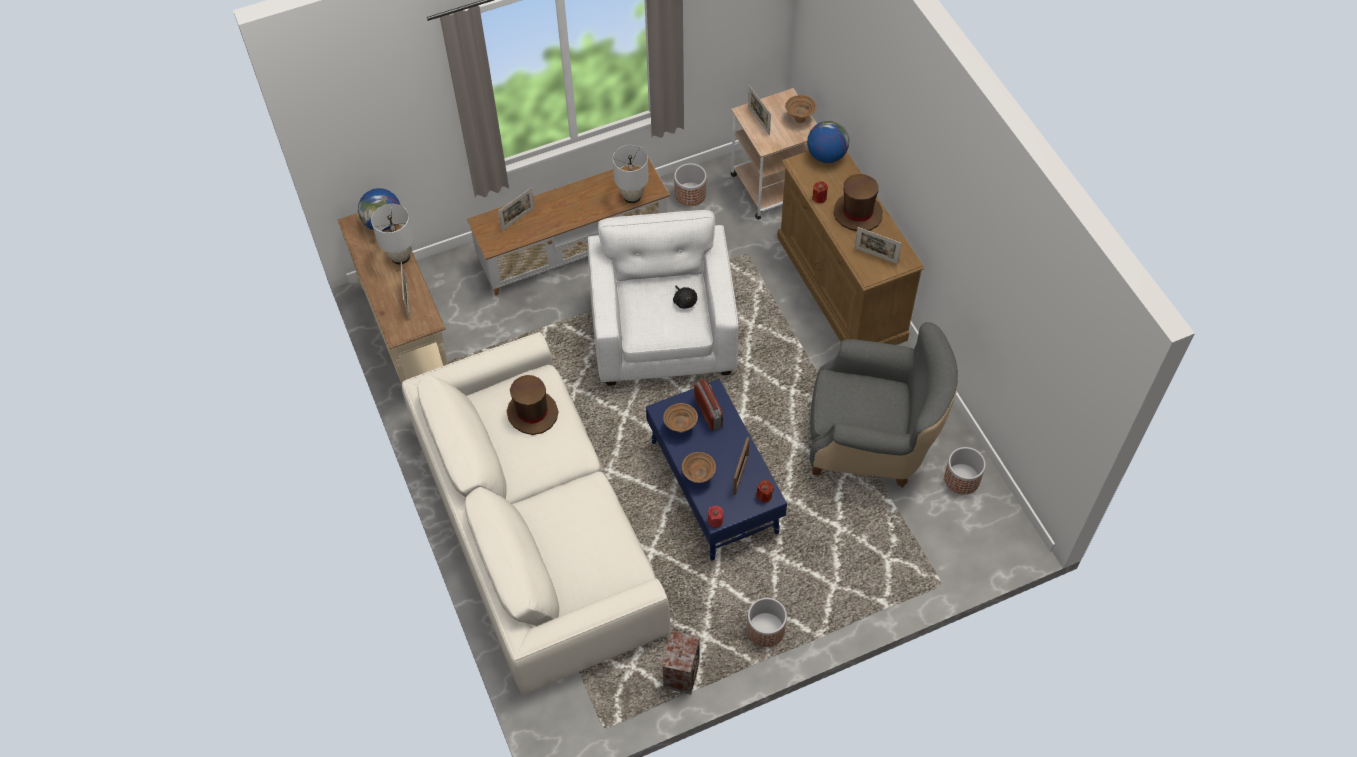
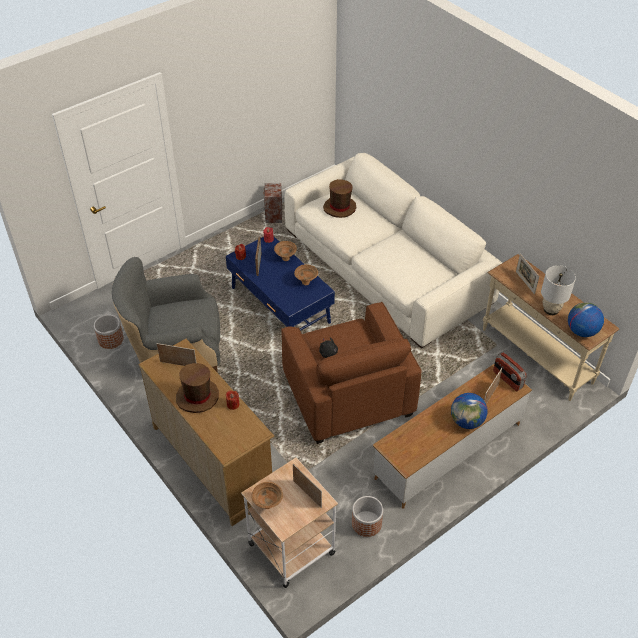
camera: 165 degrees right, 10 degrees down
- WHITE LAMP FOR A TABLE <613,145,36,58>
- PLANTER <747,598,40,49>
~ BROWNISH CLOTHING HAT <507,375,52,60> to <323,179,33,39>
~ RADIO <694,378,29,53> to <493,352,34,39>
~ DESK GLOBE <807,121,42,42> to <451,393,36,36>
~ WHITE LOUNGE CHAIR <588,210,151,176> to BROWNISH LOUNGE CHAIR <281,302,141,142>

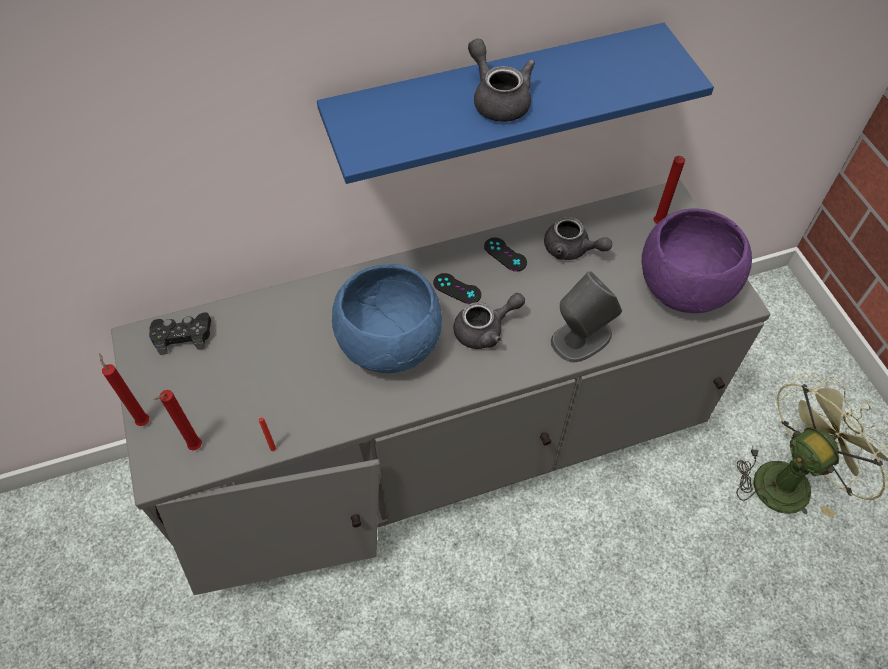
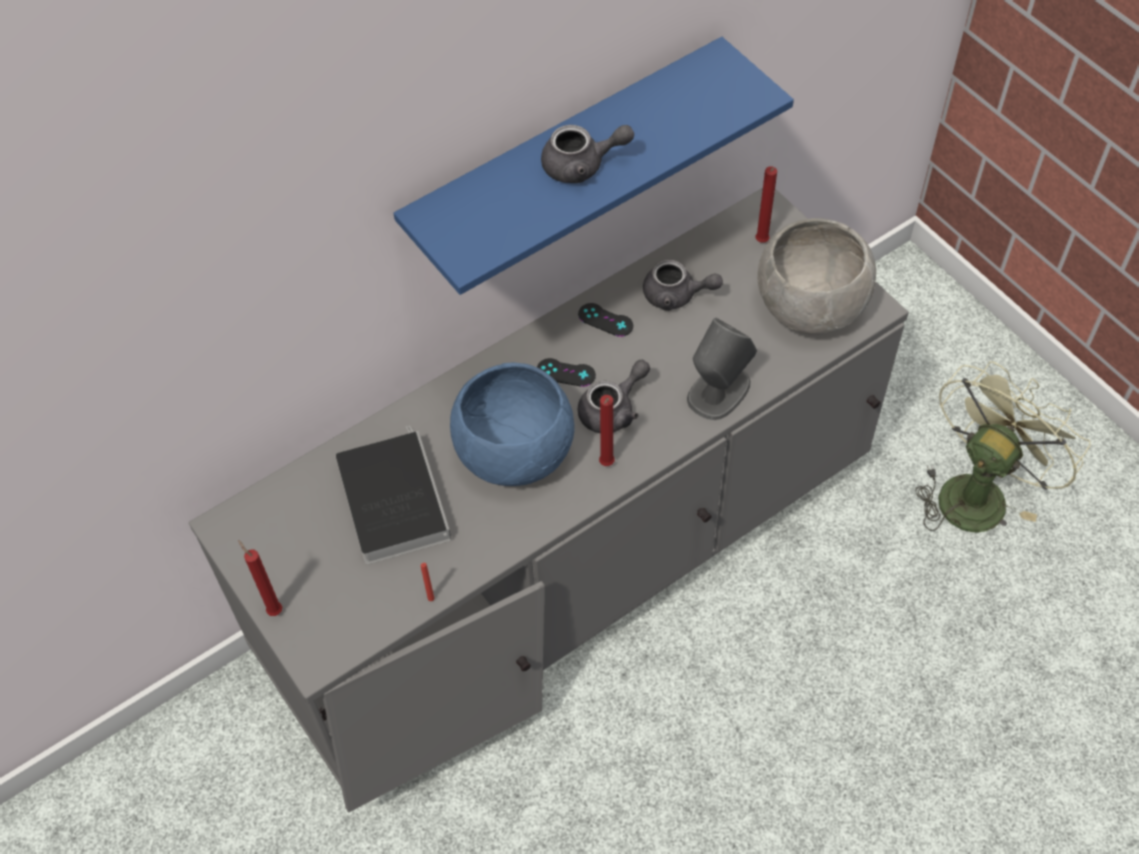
camera: 15 degrees left, 0 degrees up
- BLACKISH JOYPAD <149,312,62,43>
+ BOUND BOOK <336,426,115,139>
~ RED WAX CANDLE <154,390,48,60> to <599,395,16,71>
~ PURPLE SERVING BOWL <642,209,110,104> to GREY SERVING BOWL <758,218,118,117>
~ GREY TEA POT <468,39,67,83> = <541,125,93,58> 135 degrees clockwise

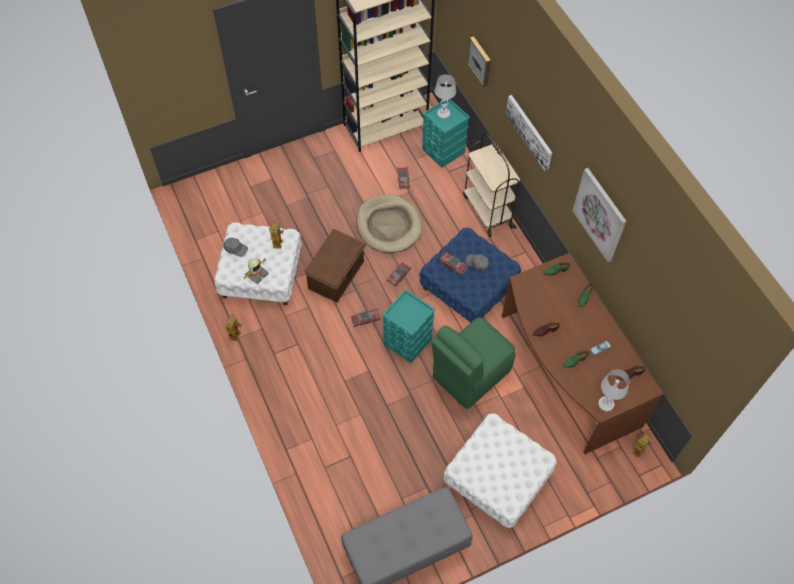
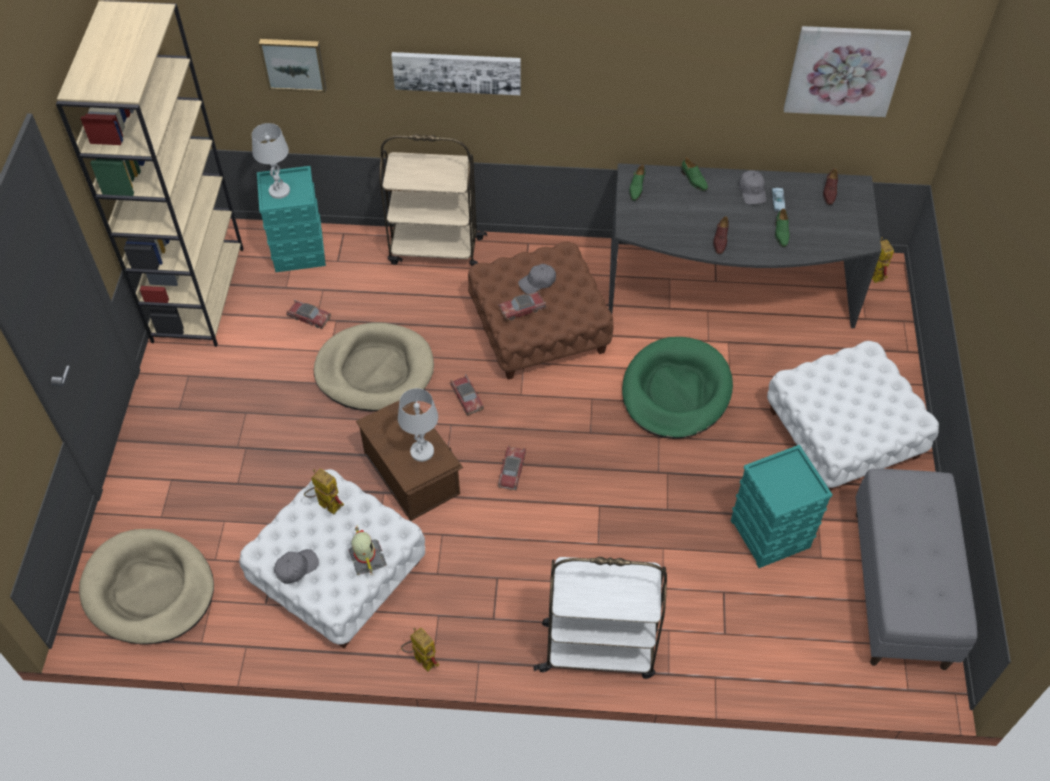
camera: 60 degrees left, 5 degrees down
+ BEIGE-COLOURED DOG CUSHION <79,529,135,115>
+ WHITE WHEELED CART <534,557,133,122>
+ GREY BASEBALL CAP <739,170,27,35>
~ TURQUOISE-COLOURED STORAGE BOX <383,289,52,74> to <731,445,102,123>
~ PICTURE <572,168,54,94> to <784,26,127,91>
~ WHITE LAMP FOR A TABLE <598,369,32,42> to <398,388,40,74>
~ GREENISH UPRIGHT CHAIR <431,317,85,92> to GREENISH DOG CUSHION <622,337,111,102>
~ BLUE-COLOURED FOOTREST <420,228,101,95> to BROWNISH FOOTREST <468,242,146,137>
~ BROWNISH DESK UNIT <502,253,161,201> to GREY DESK UNIT <609,163,273,165>

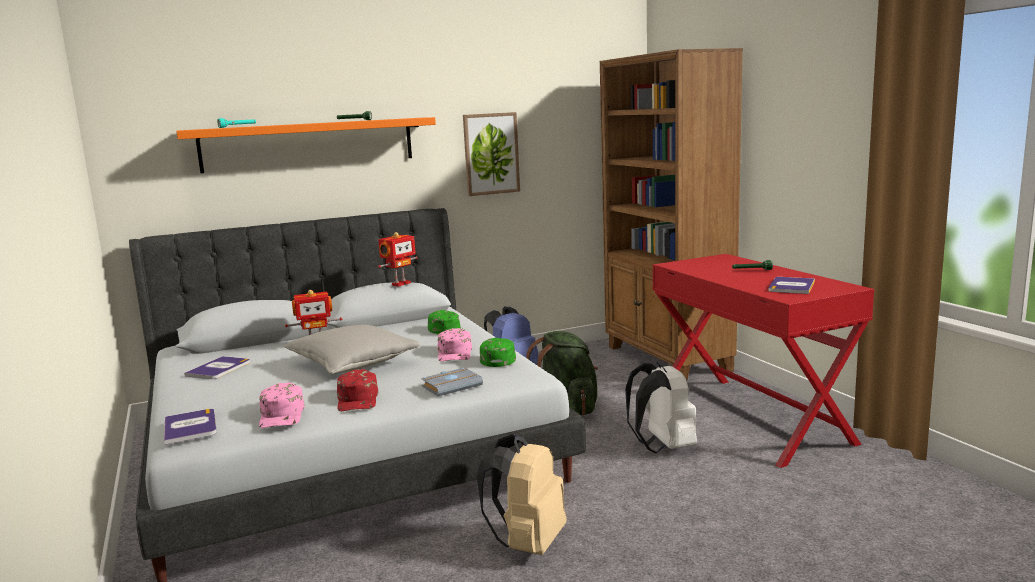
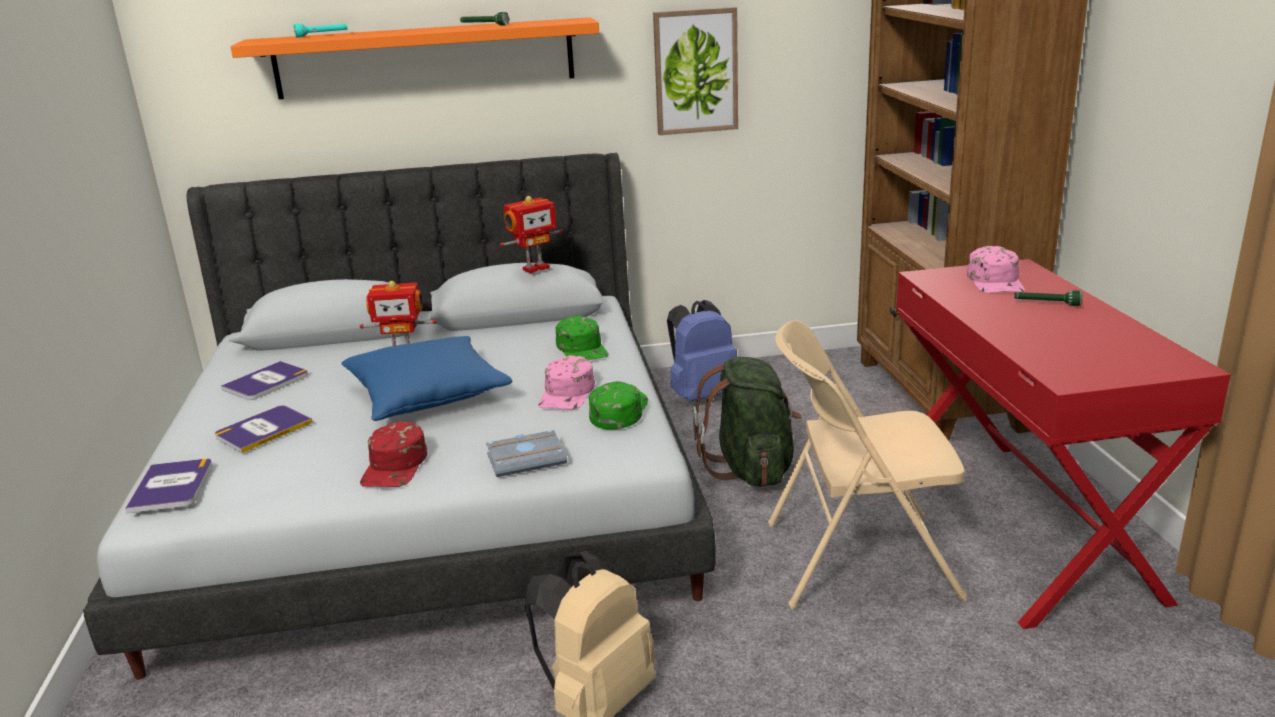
camera: 15 degrees right, 10 degrees up
~ PINKISH BASEBALL CAP <259,382,46,46> to <967,246,58,47>
~ BOUND BOOK <768,277,47,17> to <215,405,98,48>
~ WHITE KNAPSACK <625,362,72,91> to BEIGE-COLOURED UPRIGHT CHAIR <768,320,199,290>
~ GREY THROW PILLOW <284,325,136,49> to BLUE-COLOURED THROW PILLOW <341,336,172,85>

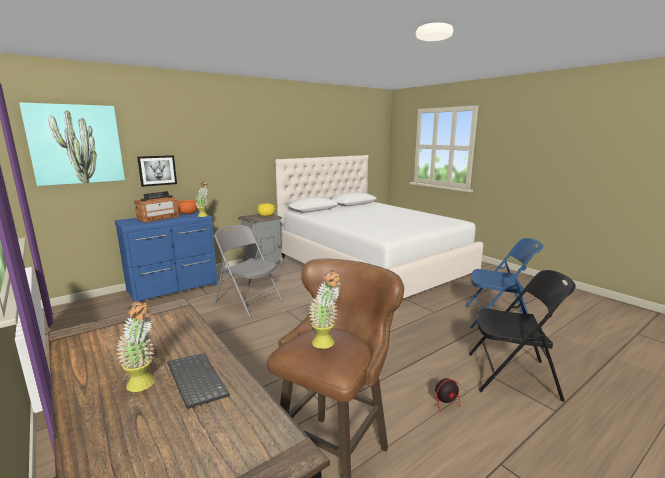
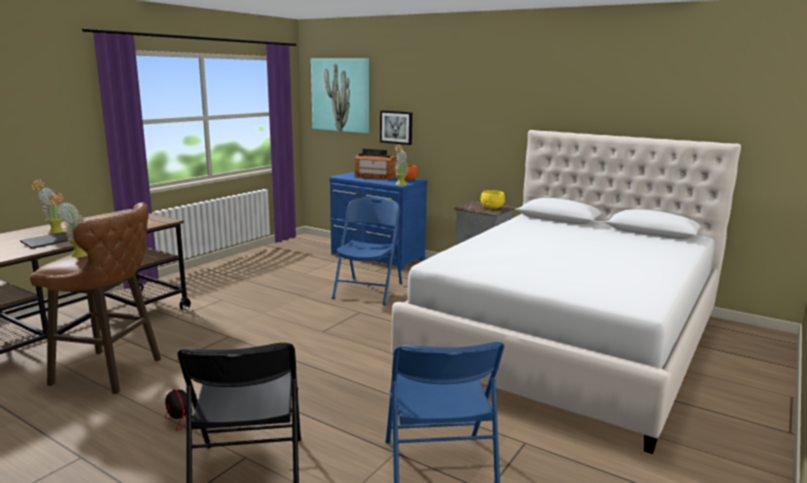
camera: 70 degrees right, 0 degrees up
~ GREY UPRIGHT CHAIR <214,225,69,93> to BLUE-COLOURED UPRIGHT CHAIR <332,197,70,108>

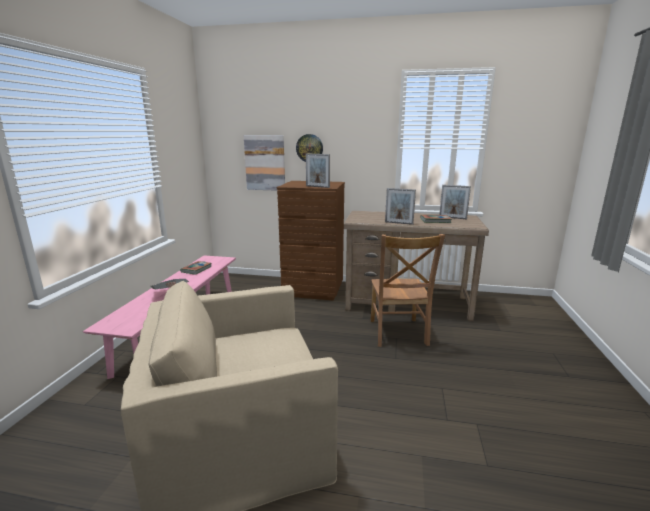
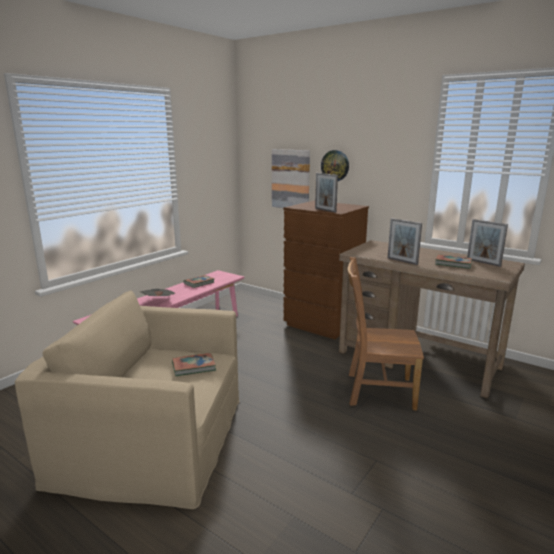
camera: 25 degrees right, 0 degrees up
+ BOUND BOOK <172,353,44,23>
~ BROWNISH UPRIGHT CHAIR <371,234,74,113> = <347,257,77,153> 75 degrees clockwise

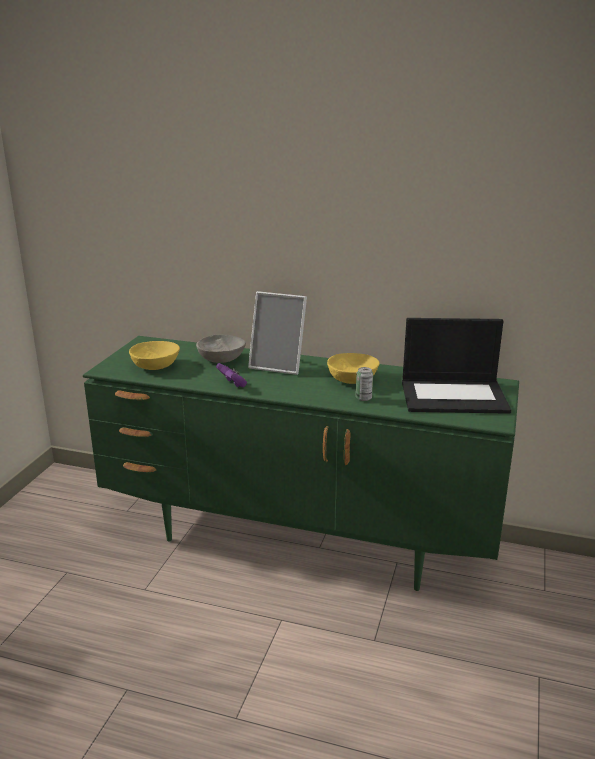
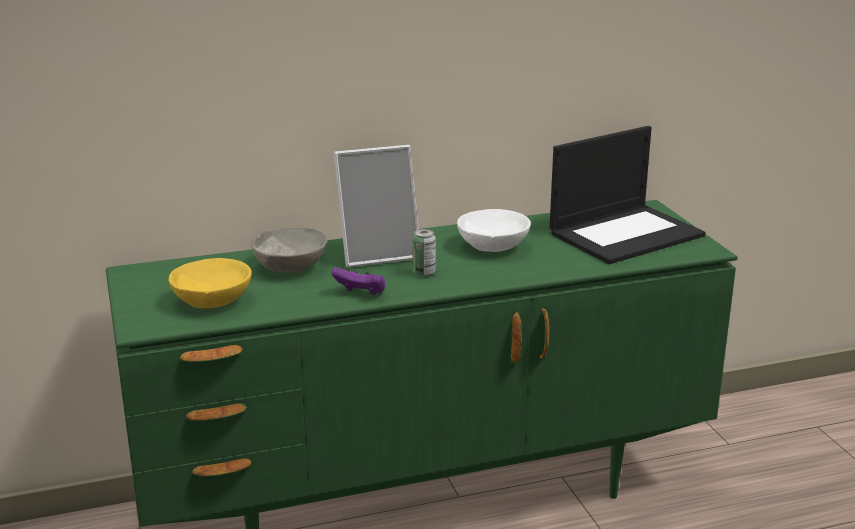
camera: 35 degrees left, 0 degrees up
~ SEALED CAN <356,367,17,34> to <412,229,24,47>
~ YELLOW SERVING BOWL <327,353,53,31> to WHITE SERVING BOWL <457,209,74,43>

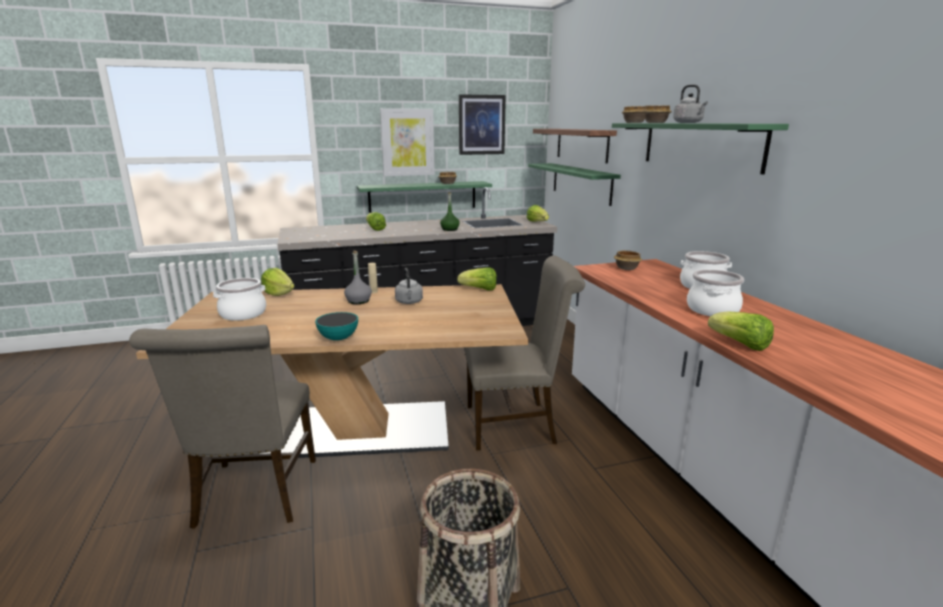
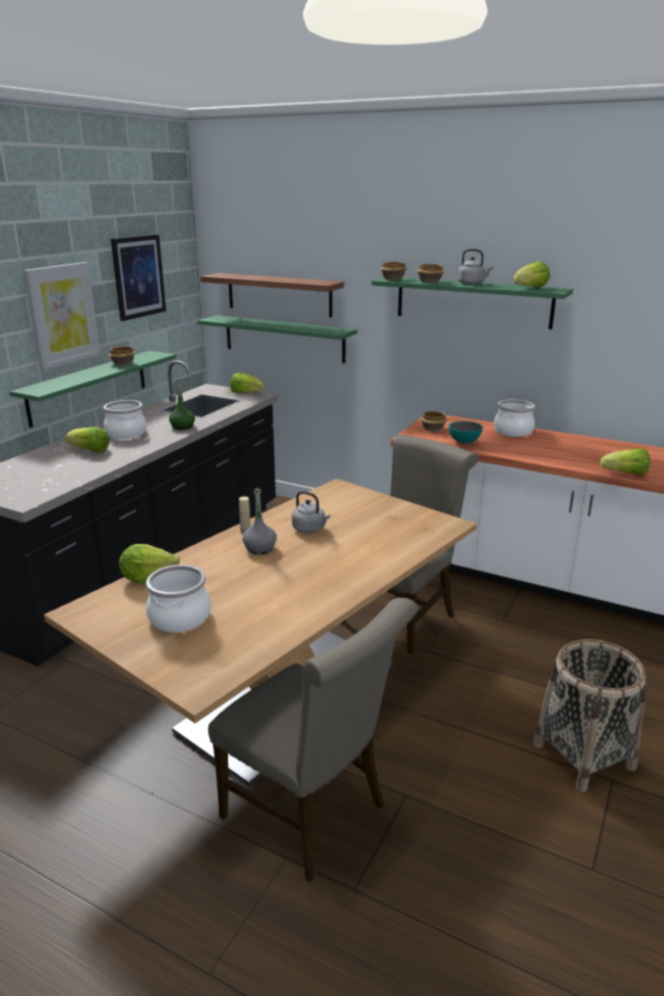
camera: 45 degrees left, 5 degrees up
~ SERVING BOWL <315,312,43,28> to <448,421,35,22>
~ LETTUCE HEAD <457,267,40,24> to <513,261,37,27>
~ SAUCEPOT <687,269,57,47> to <103,400,44,39>

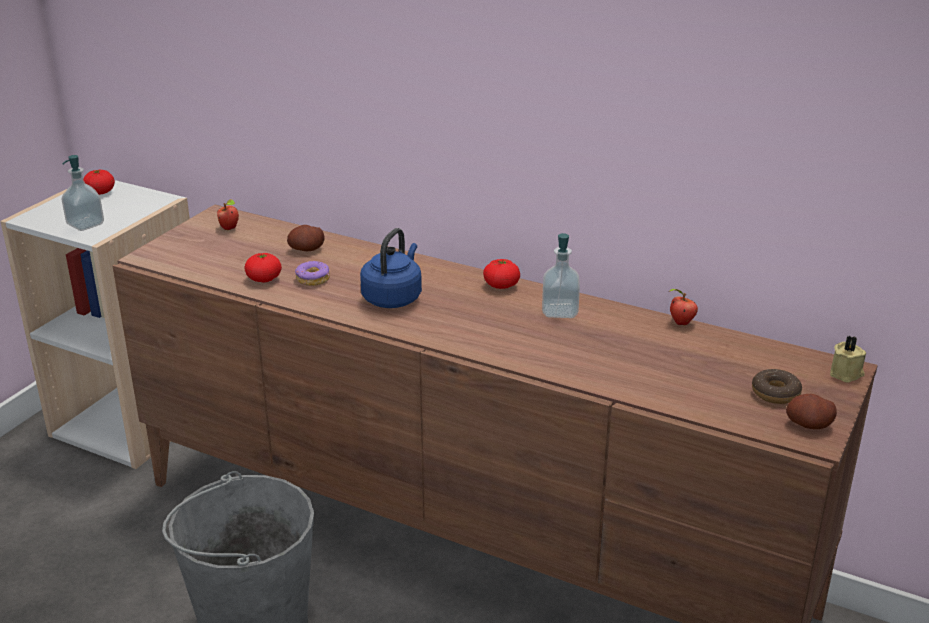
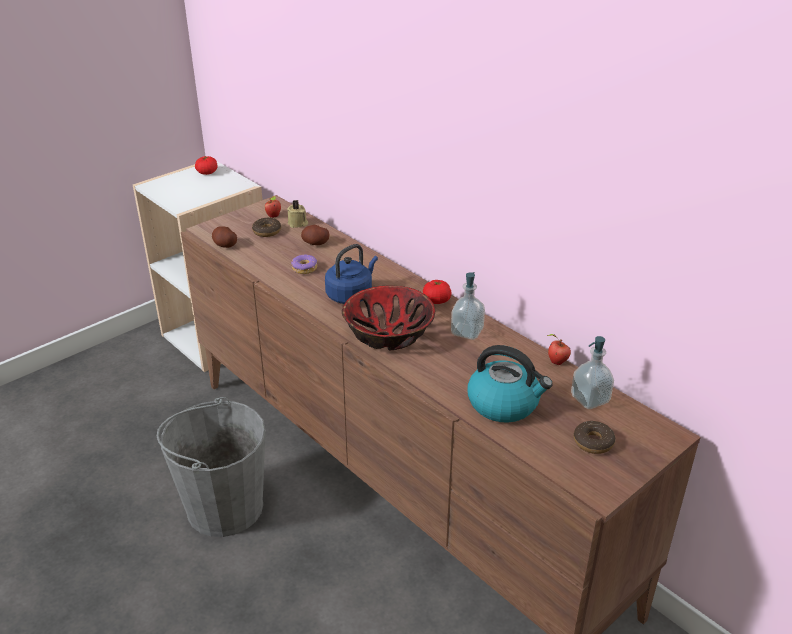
camera: 20 degrees right, 5 degrees up
- TOMATO <244,253,38,30>
+ DONUT <252,217,29,20>
+ SERVING BOWL <342,285,93,65>
+ WATER KETTLE <468,345,85,77>
~ SOAP BOTTLE <61,155,43,76> to <571,336,43,73>
~ SPUD <786,394,51,35> to <212,226,25,22>
~ BEIGE-COLOURED WAX CANDLE <830,335,36,48> to <287,200,21,28>

